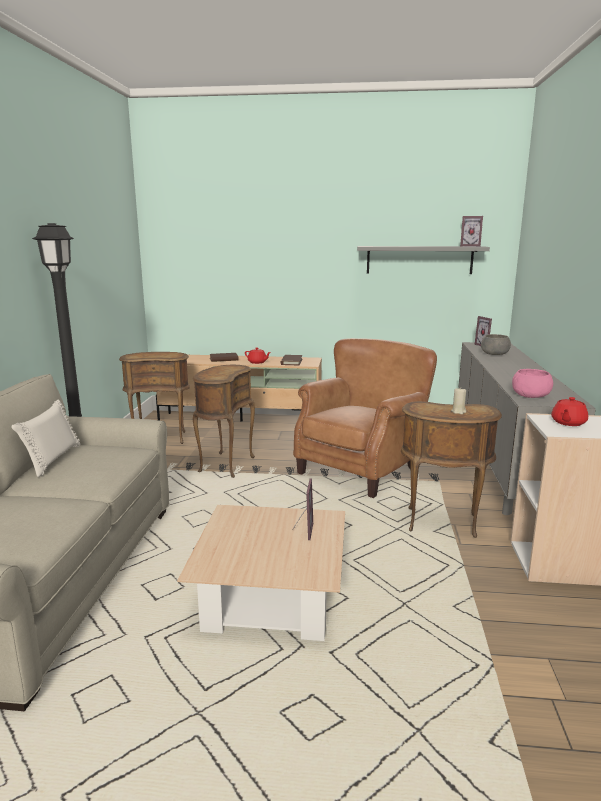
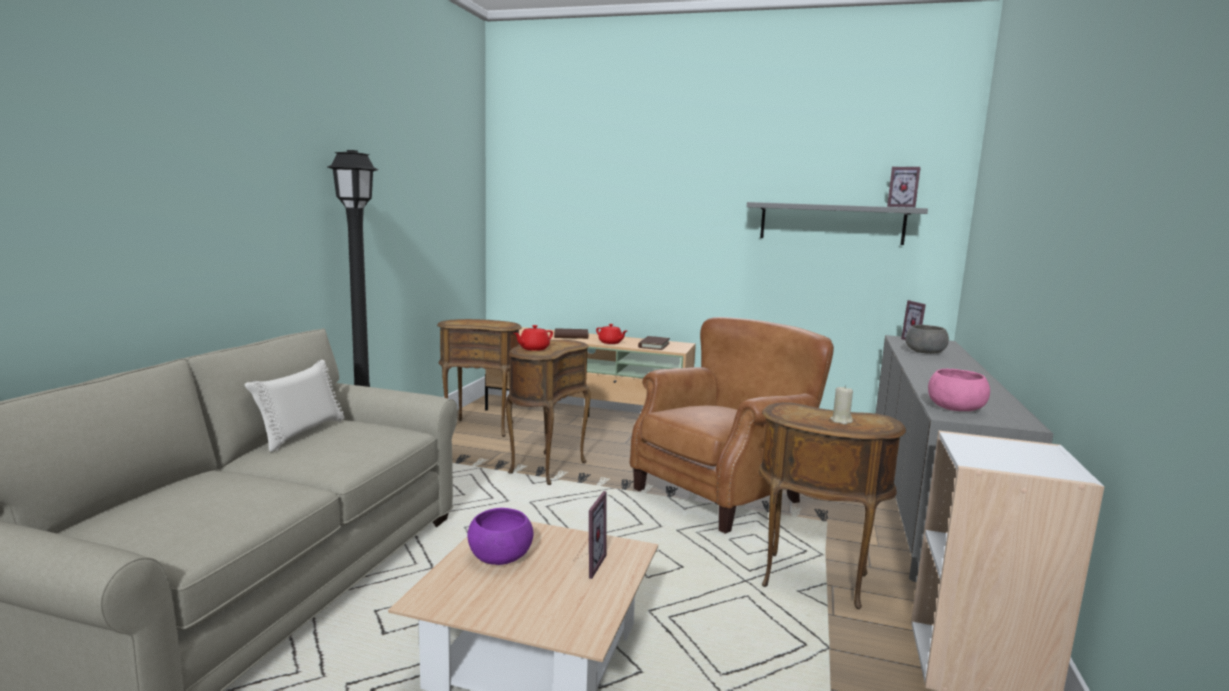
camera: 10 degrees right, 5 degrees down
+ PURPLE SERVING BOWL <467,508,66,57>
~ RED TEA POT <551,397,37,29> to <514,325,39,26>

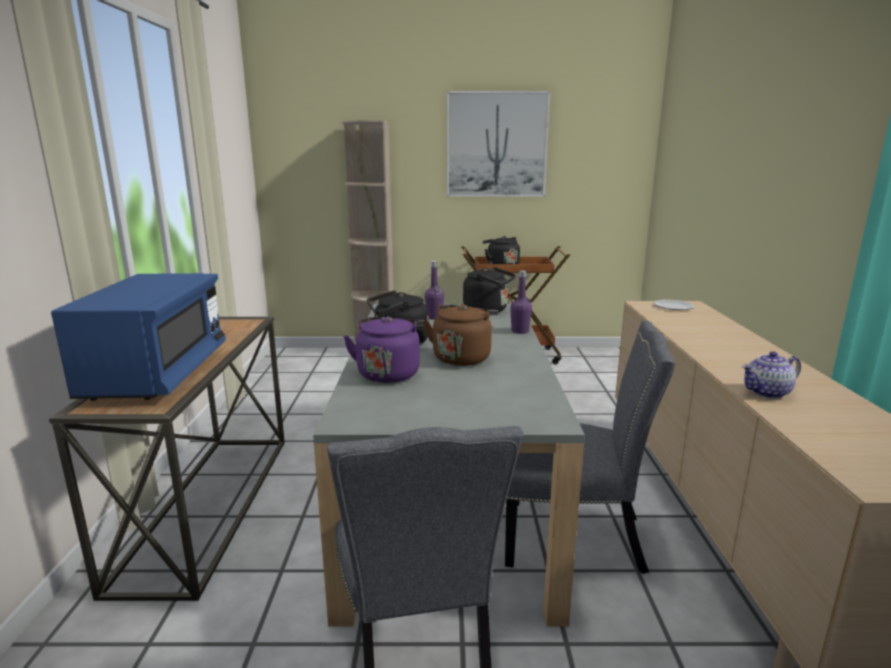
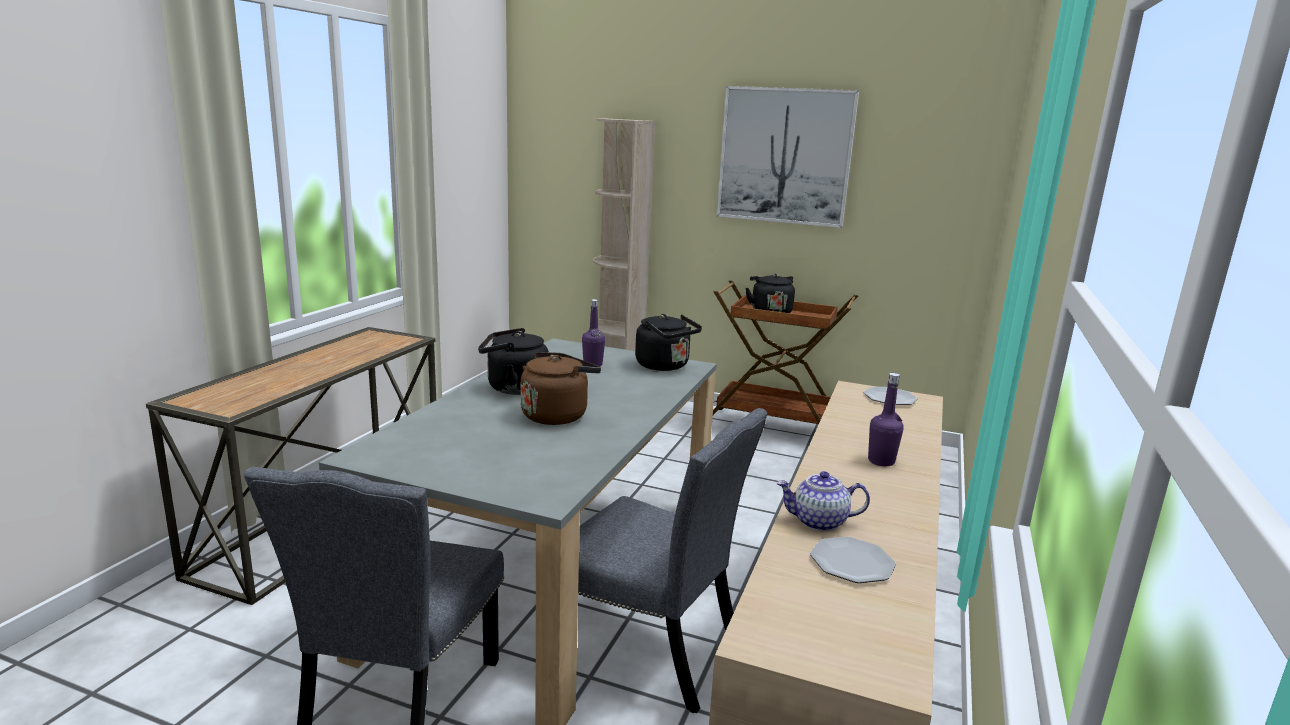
camera: 20 degrees right, 0 degrees up
- BLUE-COLOURED MICROWAVE OVEN <51,273,175,128>
- PURPLE WATER KETTLE <343,316,81,67>
+ PLATE <810,537,86,46>
~ PURPLE BOTTLE <510,270,22,64> to <868,373,36,93>

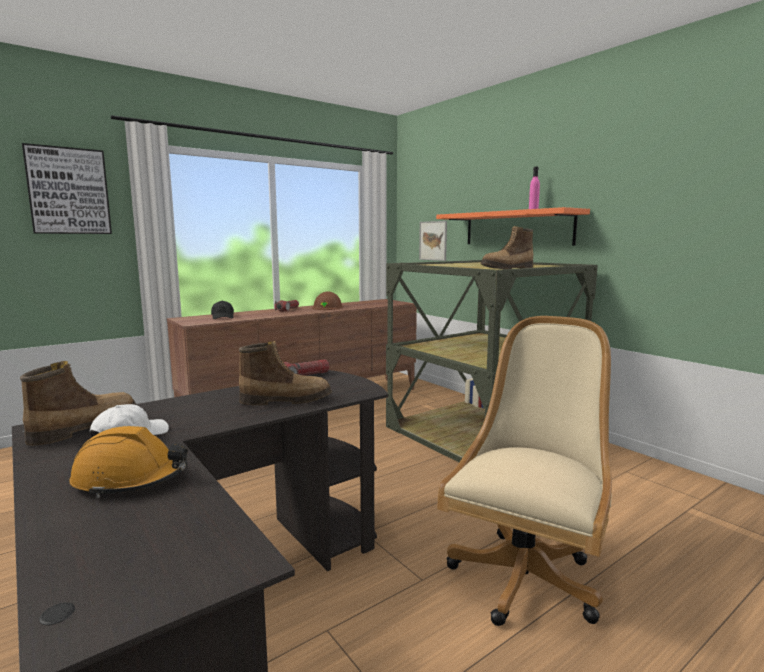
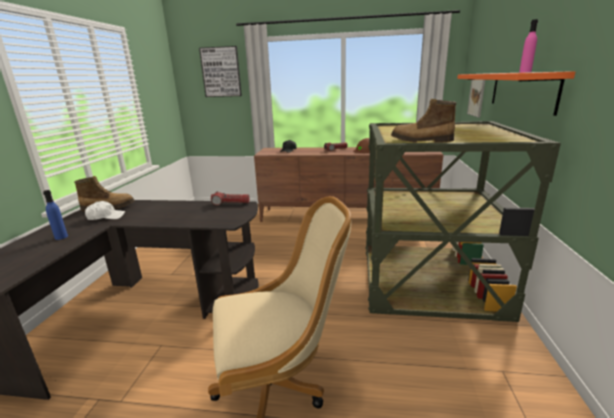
camera: 45 degrees right, 10 degrees up
- TALL BOOT <239,341,93,64>
~ ORANGEY HARD HAT <69,426,119,72> to BLUE-COLOURED BOTTLE <43,190,25,50>

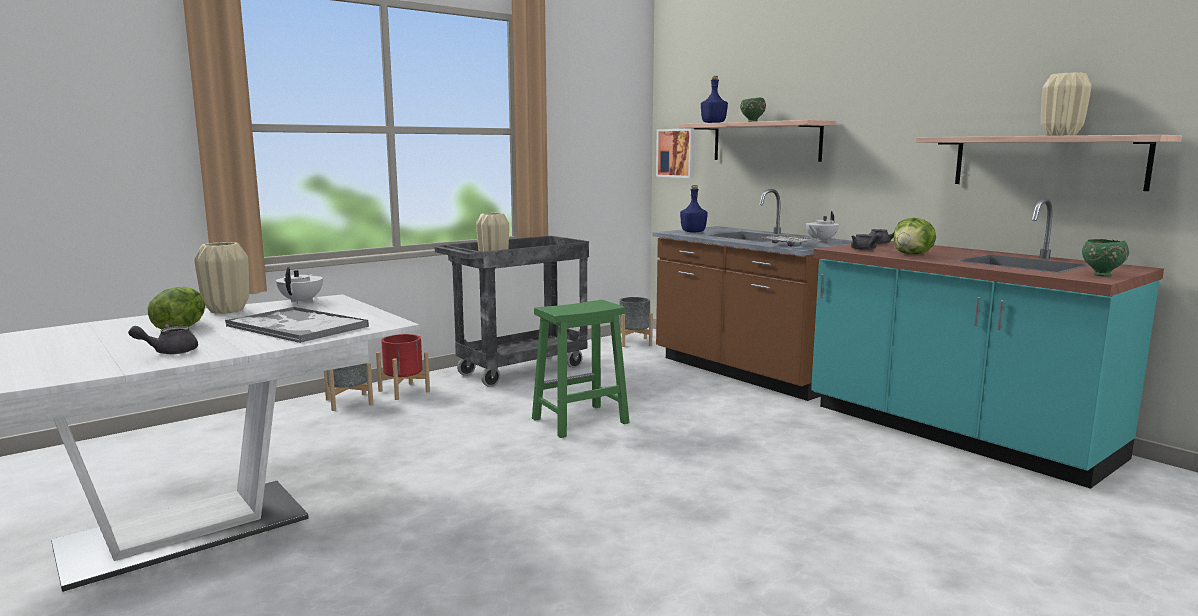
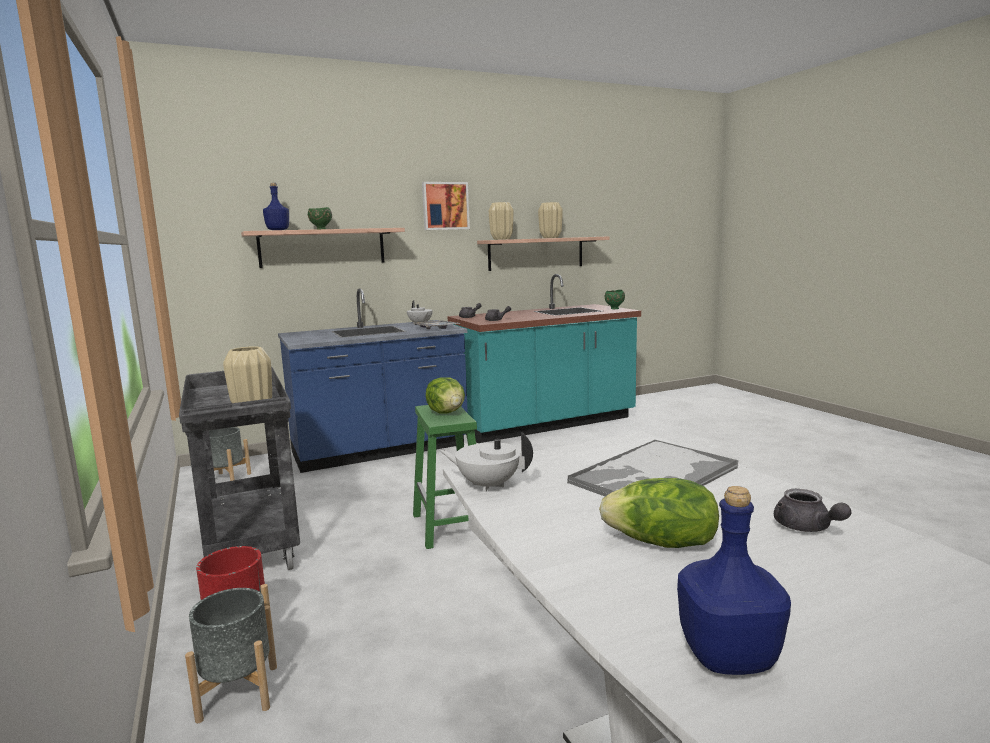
camera: 75 degrees left, 0 degrees up
~ BEIGE-COLOURED DECORATIVE VASE <194,242,55,72> to <489,202,24,38>
~ PICTURE <656,128,39,50> to <422,182,48,48>
~ BLUE-COLOURED BOTTLE <680,185,28,47> to <677,486,114,189>
~ LETTUCE HEAD <894,218,42,37> to <426,377,39,37>
~ BROWNISH KITCHEN BASE UNIT <652,189,201,212> to BLUE-COLOURED KITCHEN BASE UNIT <278,288,190,185>

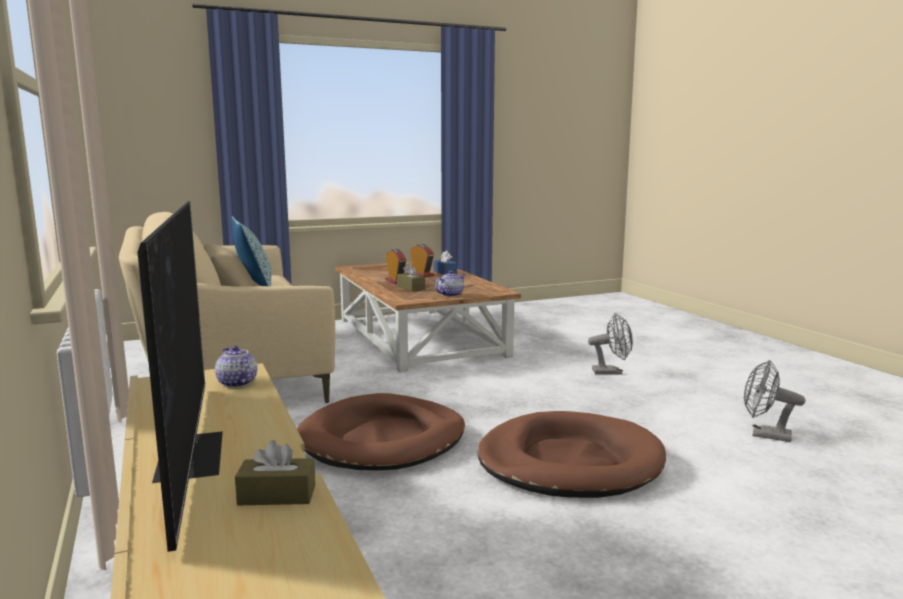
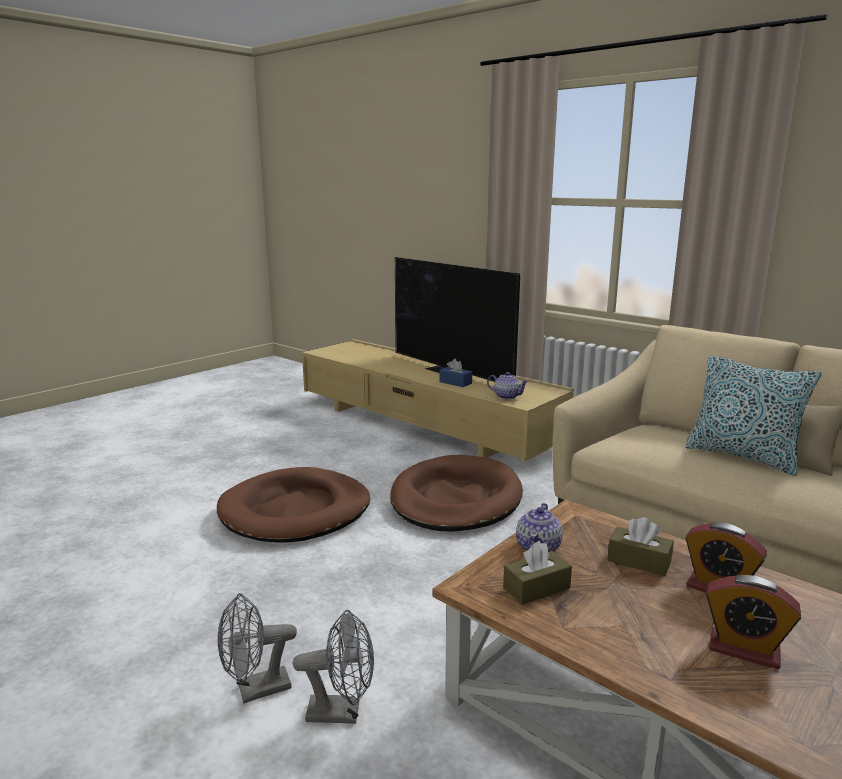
camera: 155 degrees right, 5 degrees up
~ BROWNISH BOX OF TISSUES <235,440,80,65> to <503,541,69,64>
~ BLUE-COLOURED BOX OF TISSUES <433,251,24,24> to <439,359,33,28>
~ GREY COOLING FAN <744,360,61,82> to <293,610,81,114>

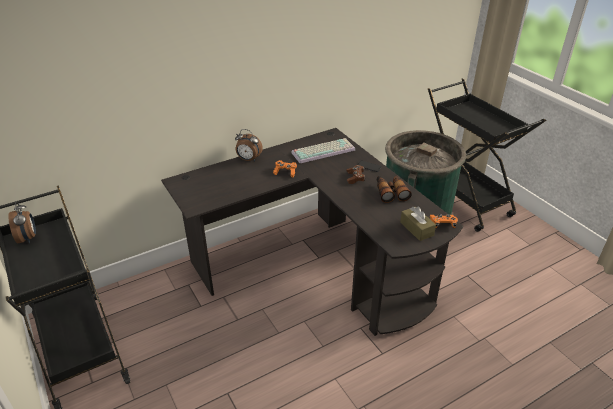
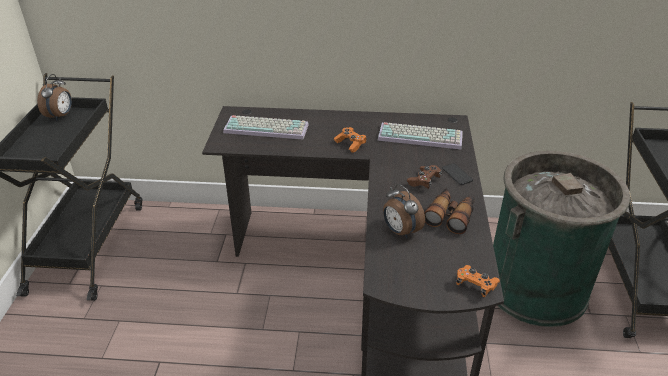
camera: 35 degrees right, 0 degrees up
- BROWNISH BOX OF TISSUES <400,206,36,35>
+ PC KEYBOARD <223,115,86,24>
~ TABLE CLOCK <235,129,28,32> to <383,184,42,54>

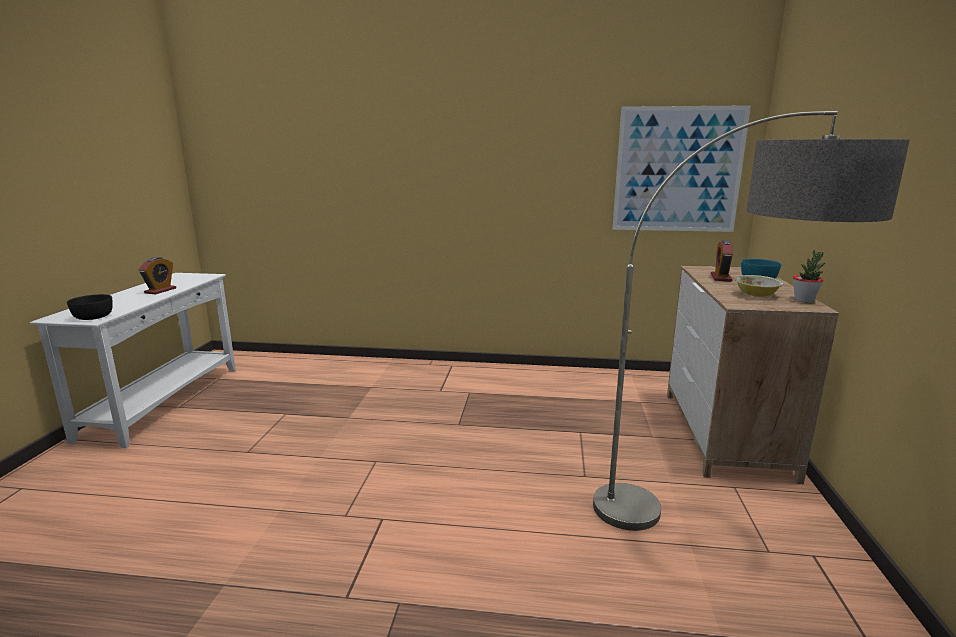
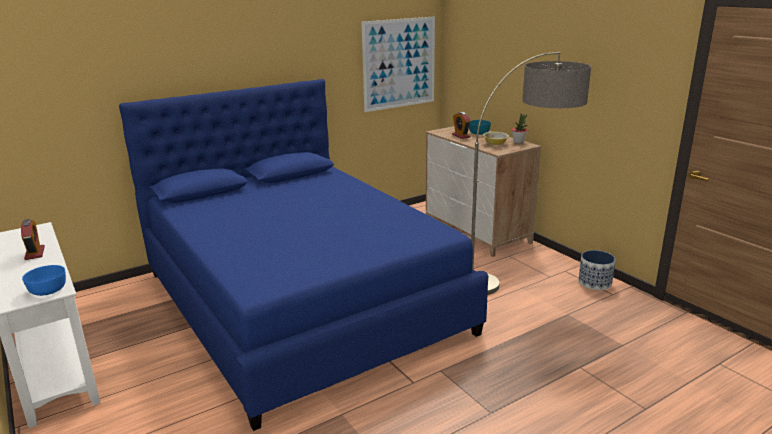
camera: 40 degrees left, 5 degrees up
+ BLUE-COLOURED BEDROOM BED <119,79,369,352>
+ PLANTER <578,250,37,40>
~ BLACKISH SERVING BOWL <67,294,45,26> to BLUE-COLOURED SERVING BOWL <22,265,44,31>

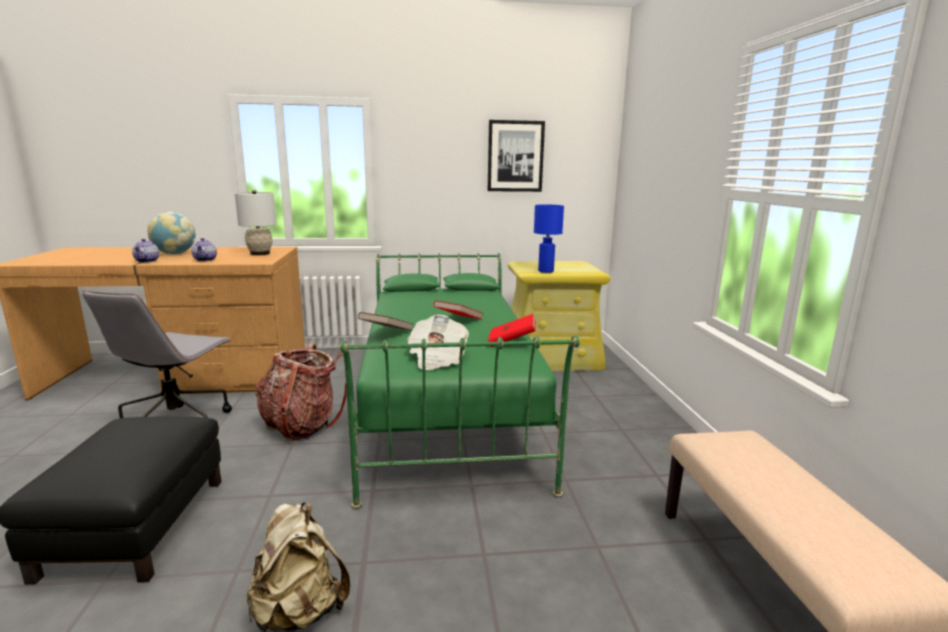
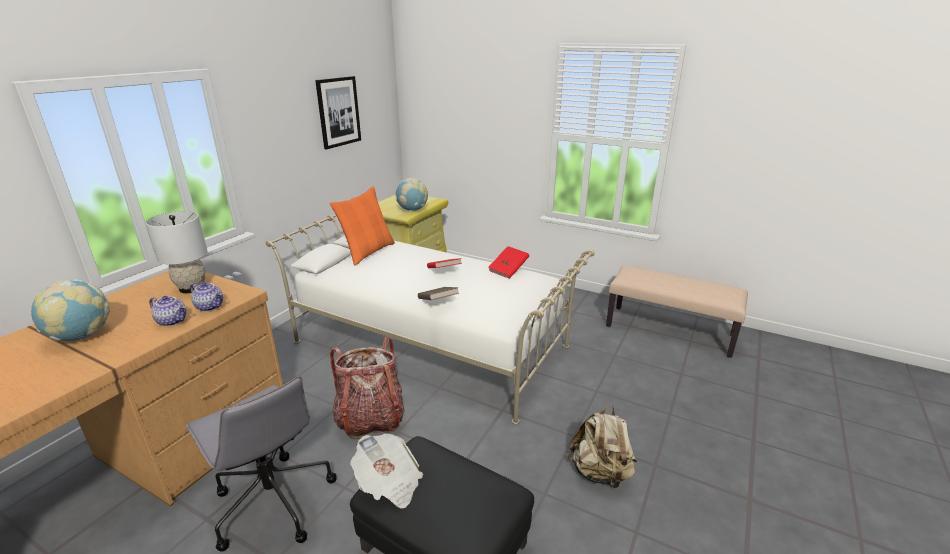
camera: 55 degrees left, 10 degrees up
+ ORANGEY THROW PILLOW <330,186,65,79>
~ TEA POT <132,239,27,24> to <190,282,33,30>
~ NEWSPAPER <407,315,62,55> to <351,434,72,74>
~ BLUE-COLOURED LAMP FOR A TABLE <534,204,30,69> to DESK GLOBE <396,178,32,33>
~ GREENISH BEDROOM BED <340,253,240,255> to WHITE BEDROOM BED <266,215,329,209>

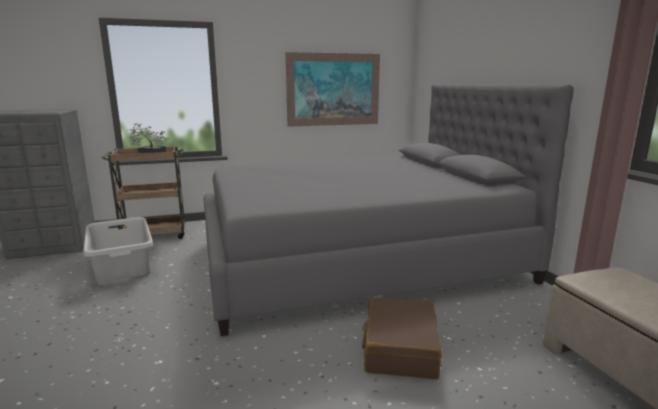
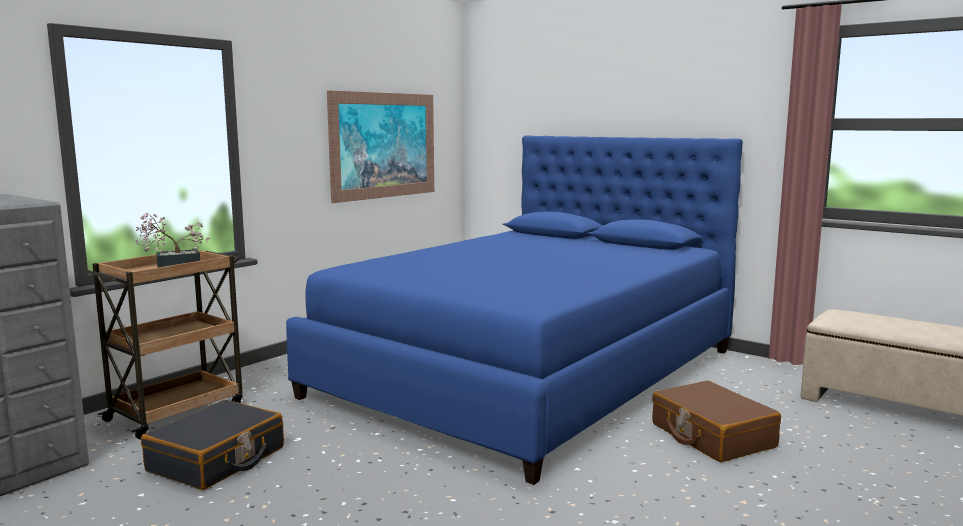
camera: 35 degrees left, 5 degrees down
~ GREY WASHING BASKET <83,217,70,66> to BLACKISH PIECE OF LUGGAGE <141,400,143,90>
~ GREY BEDROOM BED <204,83,370,253> to BLUE-COLOURED BEDROOM BED <286,135,457,350>

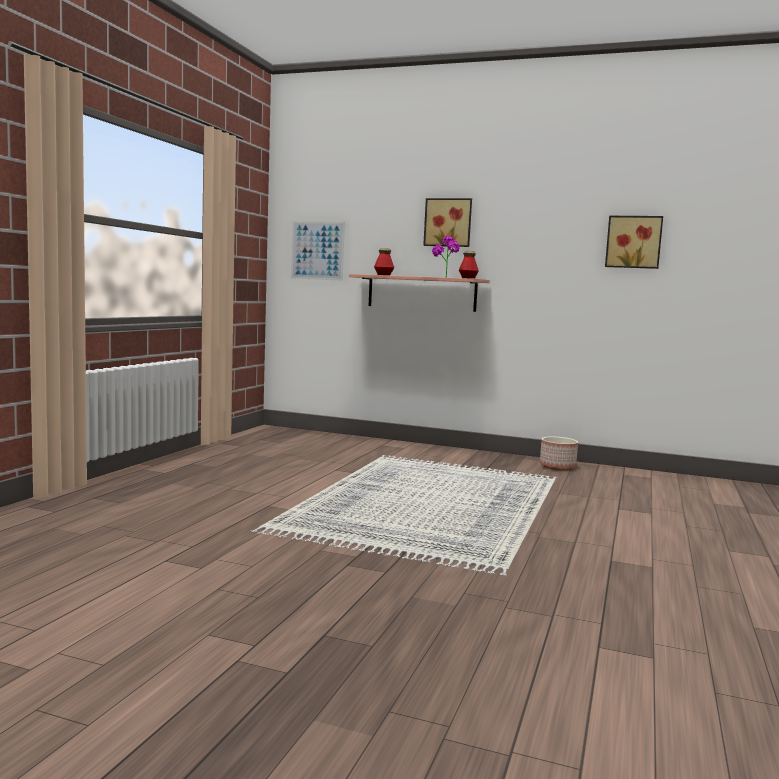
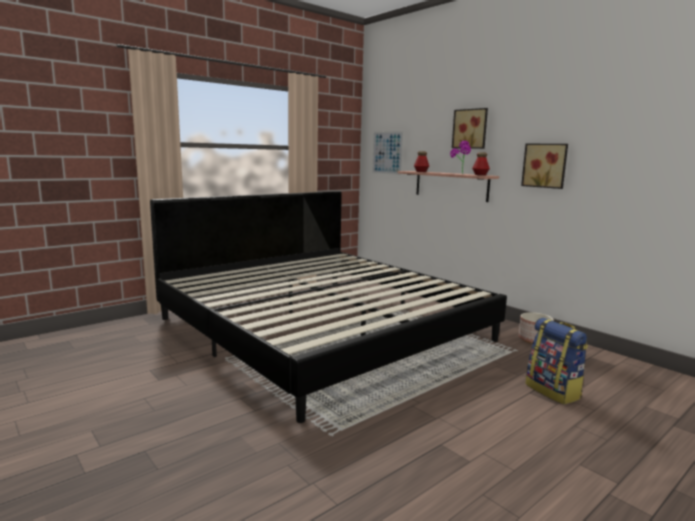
camera: 30 degrees right, 5 degrees up
+ BEDROOM BED <150,191,357,232>
+ KNAPSACK <525,318,63,87>
~ PICTURE <605,216,58,53> to <521,144,47,45>

